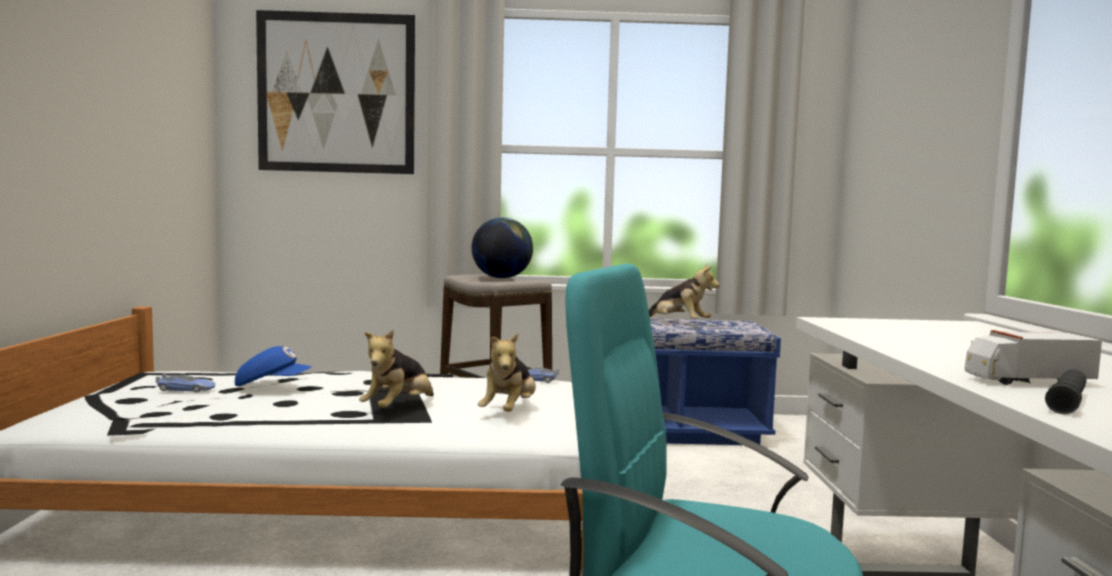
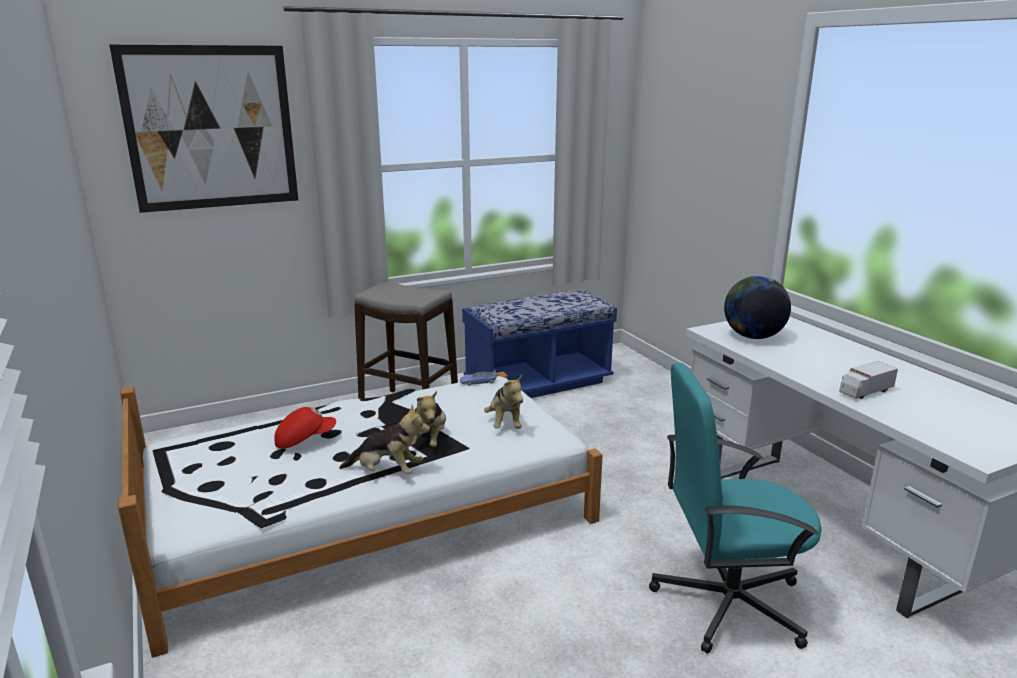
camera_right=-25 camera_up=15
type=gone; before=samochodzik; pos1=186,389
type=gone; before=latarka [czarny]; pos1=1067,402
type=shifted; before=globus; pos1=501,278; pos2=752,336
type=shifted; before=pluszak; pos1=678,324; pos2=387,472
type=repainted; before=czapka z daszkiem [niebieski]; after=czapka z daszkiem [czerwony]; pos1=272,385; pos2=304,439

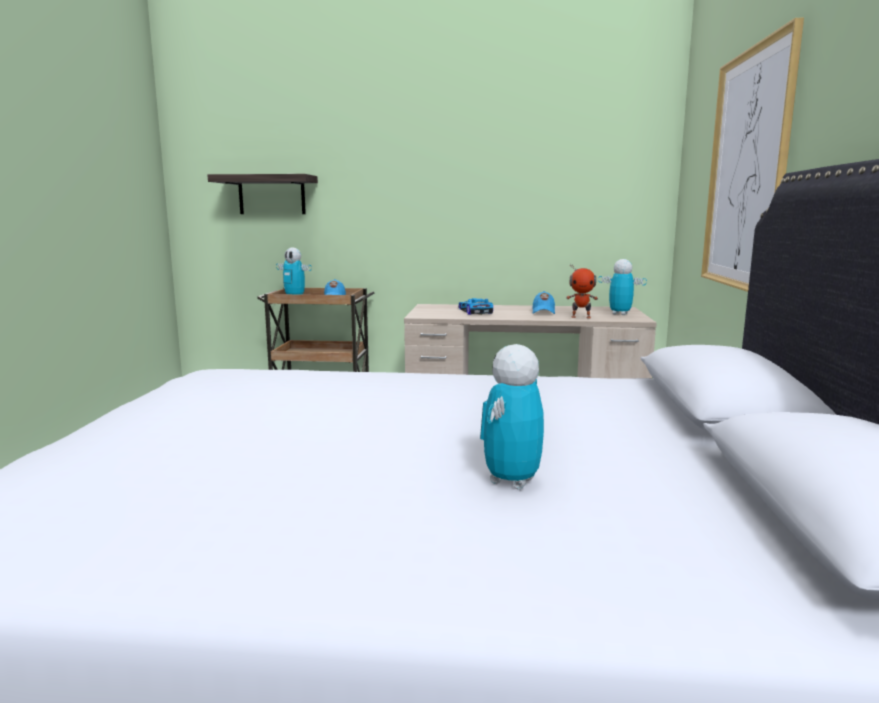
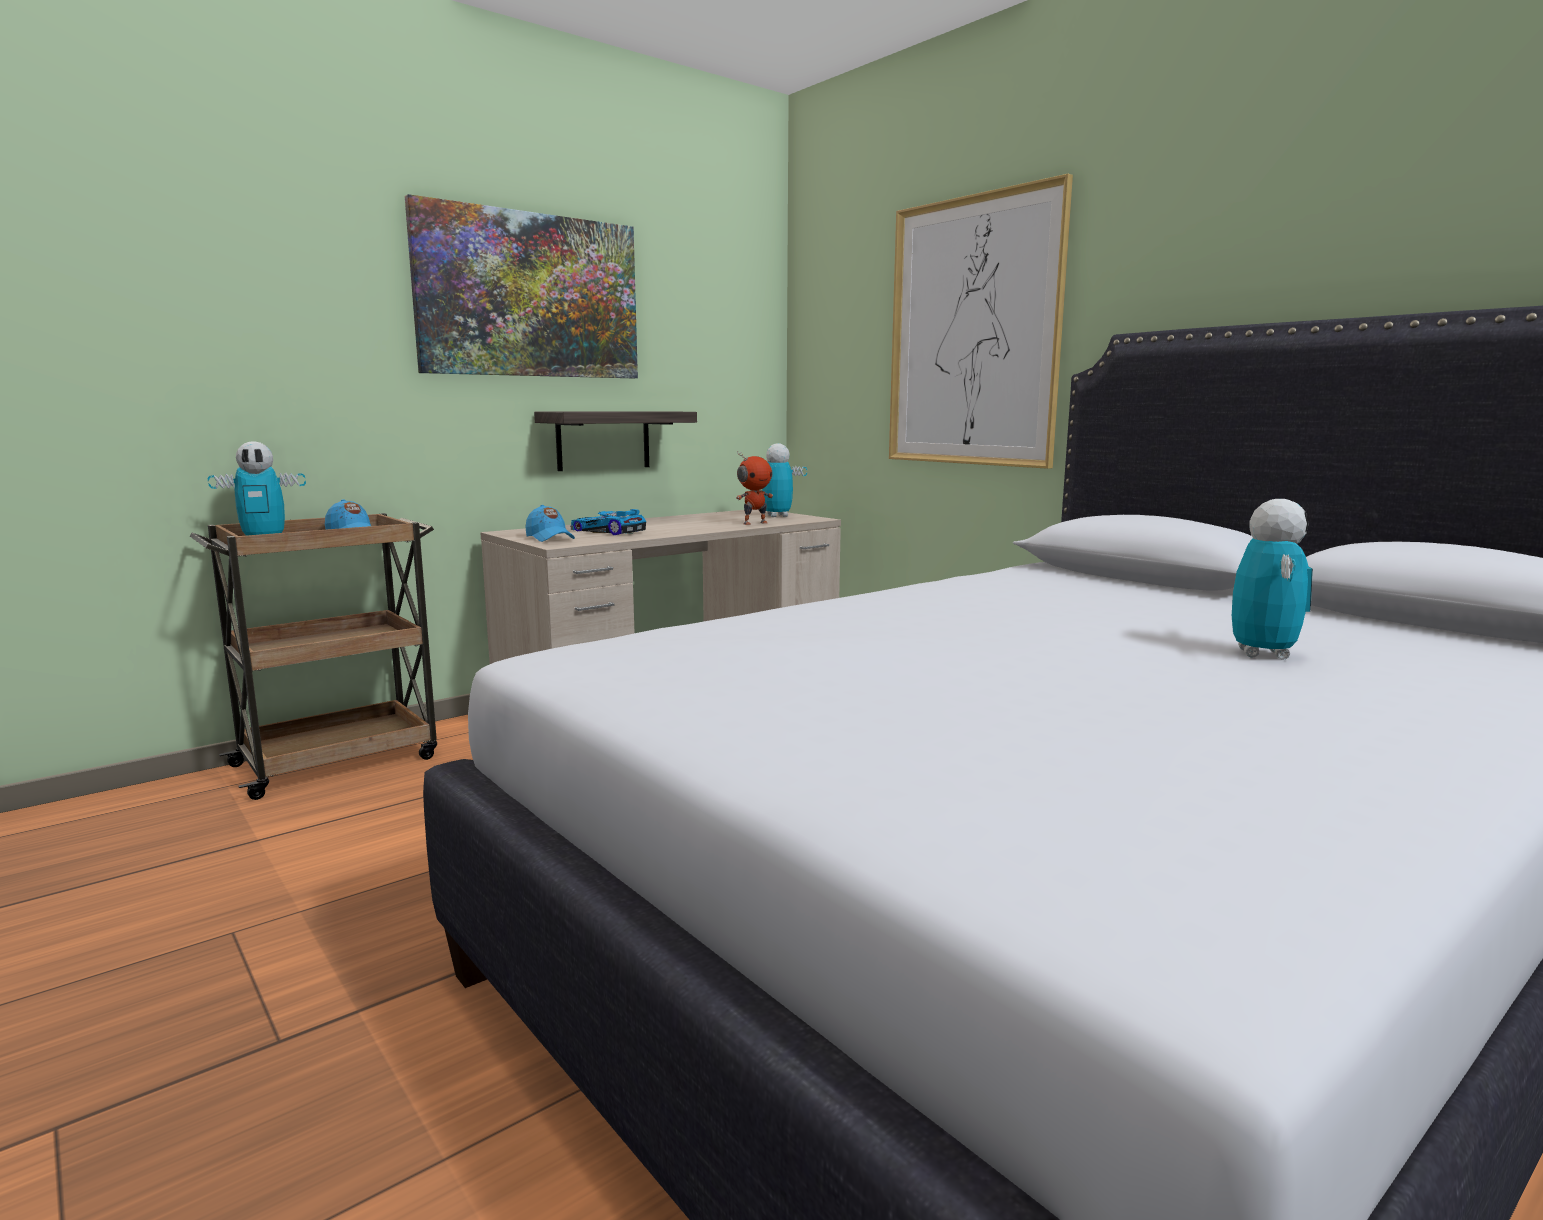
camera_right=-45 camera_up=0
type=new; after=obraz; pos2=530,296
type=shifted; before=półka; pos1=272,195; pos2=603,440
type=shifted; before=czapka z daszkiem [niebieski]; pos1=543,312; pos2=549,538
type=rotated; before=robot zabawkowy; pos1=511,481; pos2=1262,654; turn=-150

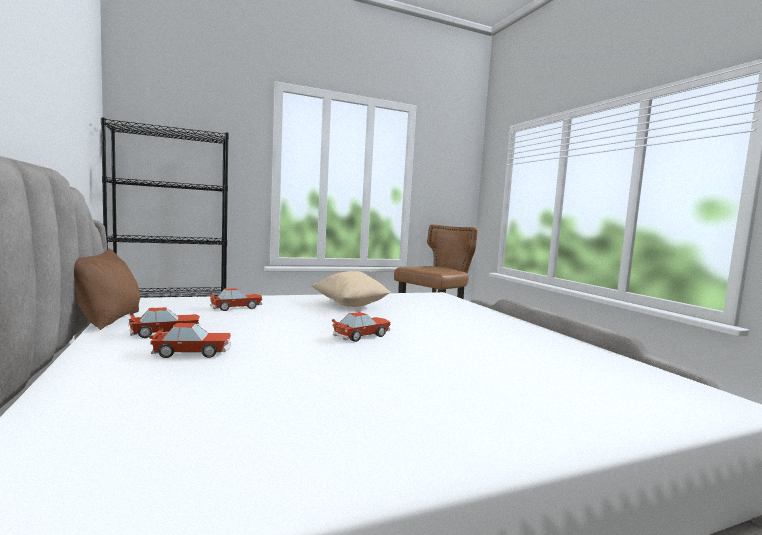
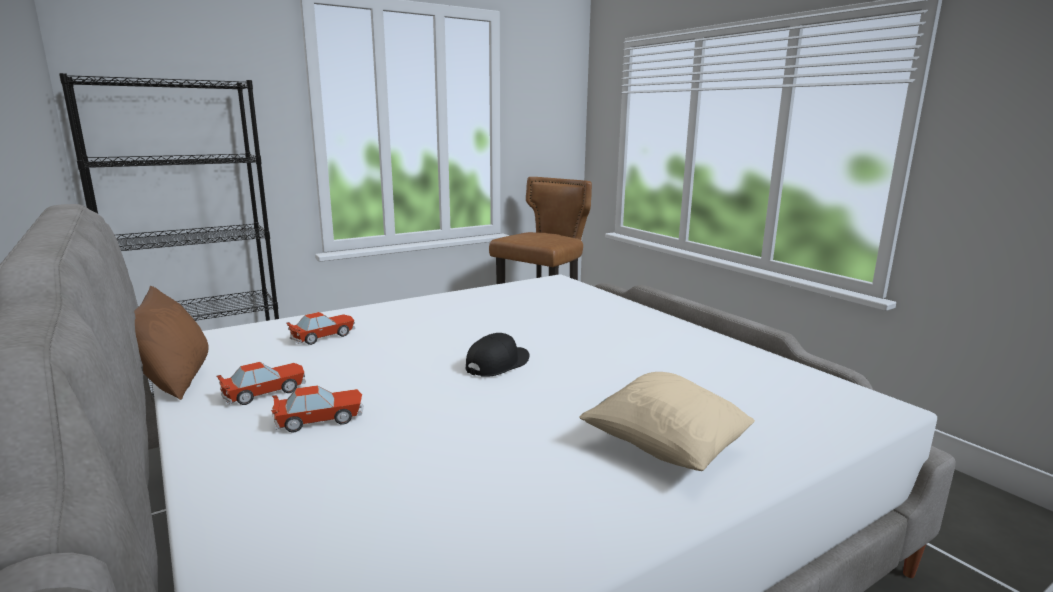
camera_right=-10 camera_up=10
type=shifted; before=poduszka [beżowy]; pos1=350,305; pos2=664,448
type=swapped; before=samochodzik; after=czapka z daszkiem [czarny]; pos1=362,336; pos2=498,364

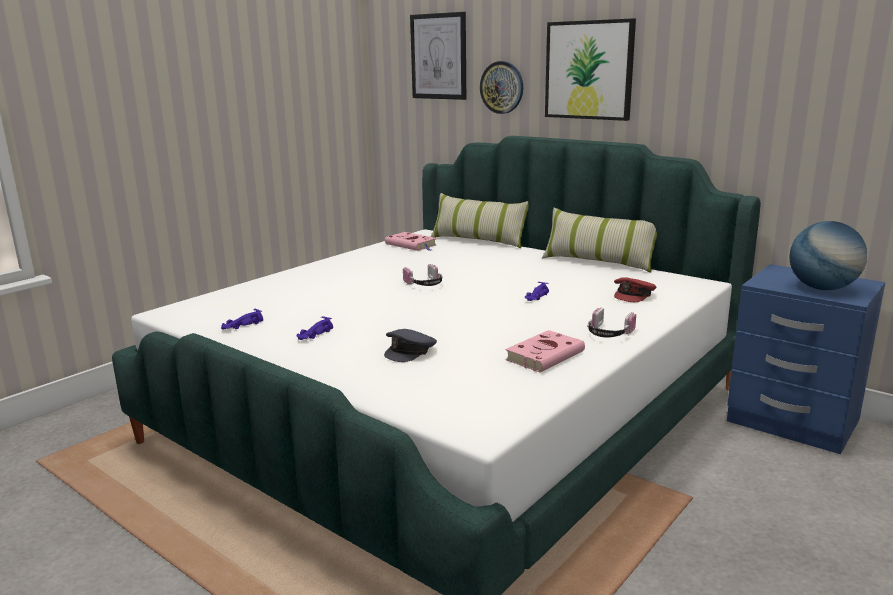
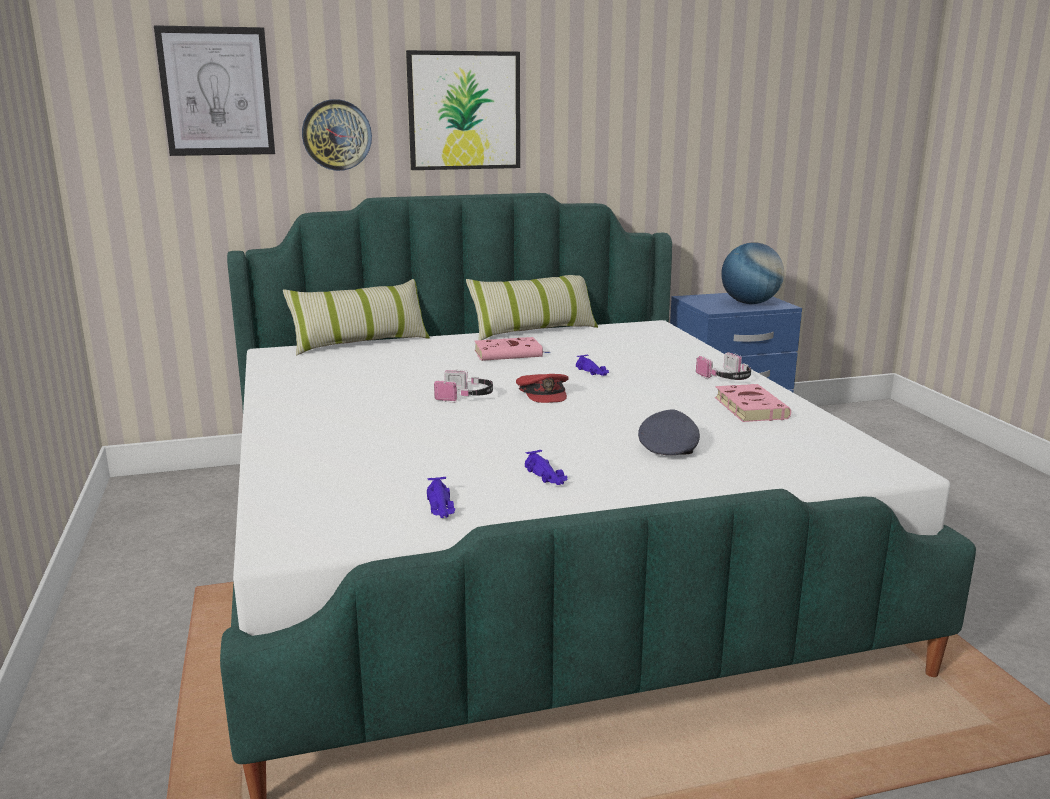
camera_right=-55 camera_up=0
type=shifted; before=książka [różowy]; pos1=412,245; pos2=510,354
type=shifted; before=czapka z daszkiem [czerwony]; pos1=633,295; pos2=543,394
type=rotated; before=czapka z daszkiem [szary]; pos1=410,351; pos2=667,448; turn=-150

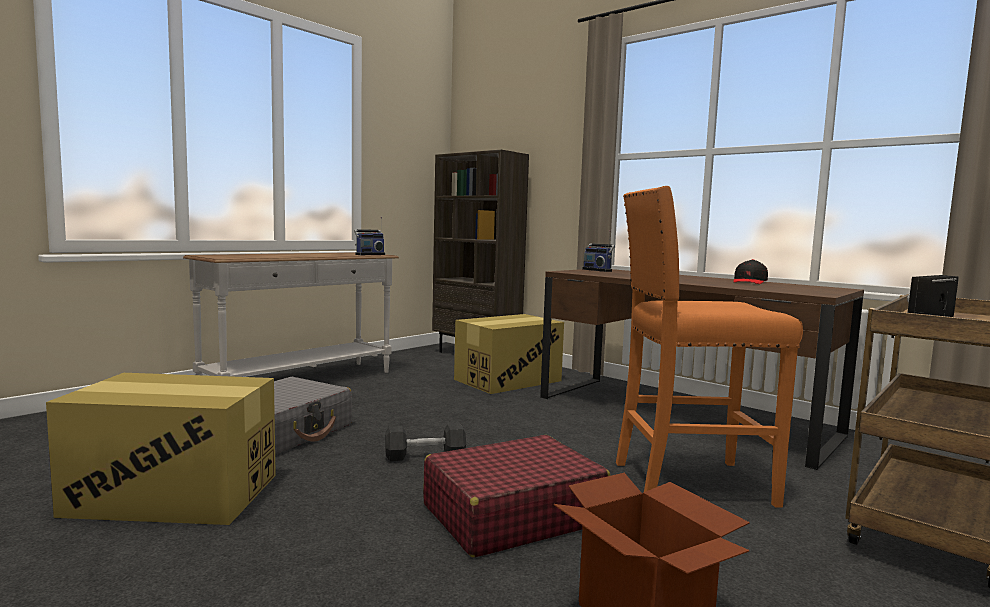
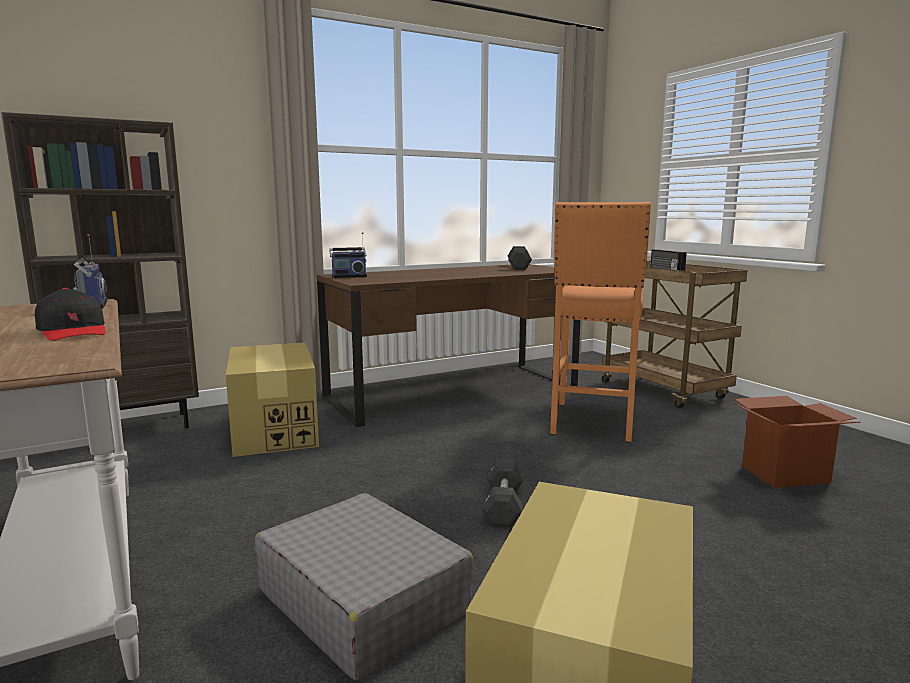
camera_right=-70 camera_up=5
type=gone; before=walizka [czerwony]; pos1=512,514
type=new; after=hantel [czarny]; pos2=519,267
type=shifted; before=czapka z daszkiem [czarny]; pos1=749,282; pos2=73,331

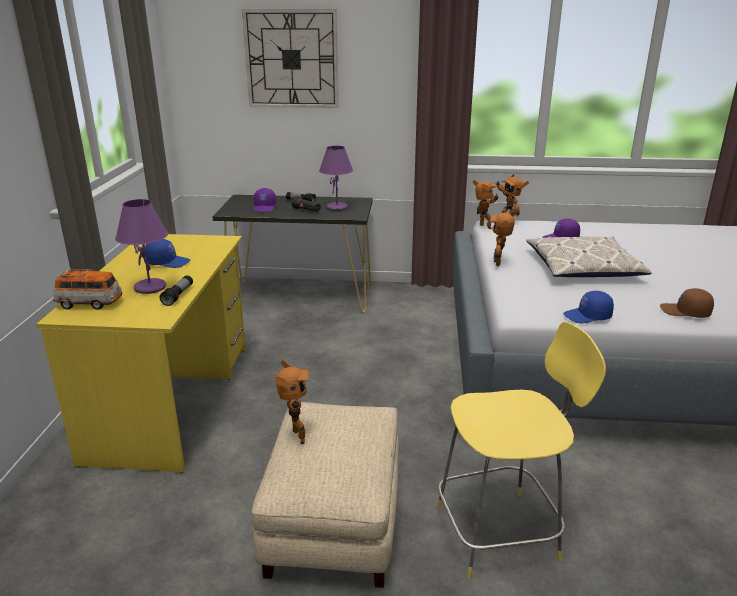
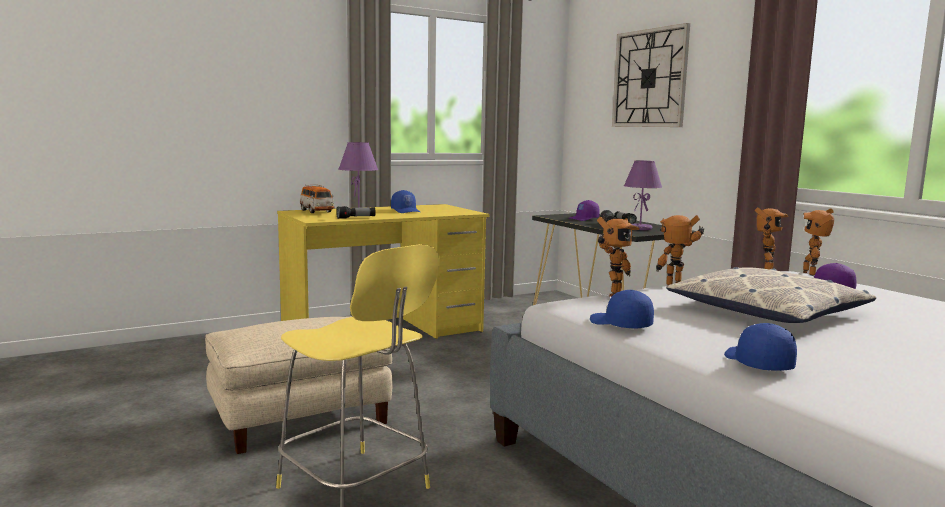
camera_right=55 camera_up=-15
type=shifted; before=robot zabawkowy; pos1=295,438; pos2=611,293
type=repainted; before=czapka z daszkiem [brązowy]; after=czapka z daszkiem [niebieski]; pos1=685,312; pos2=756,363

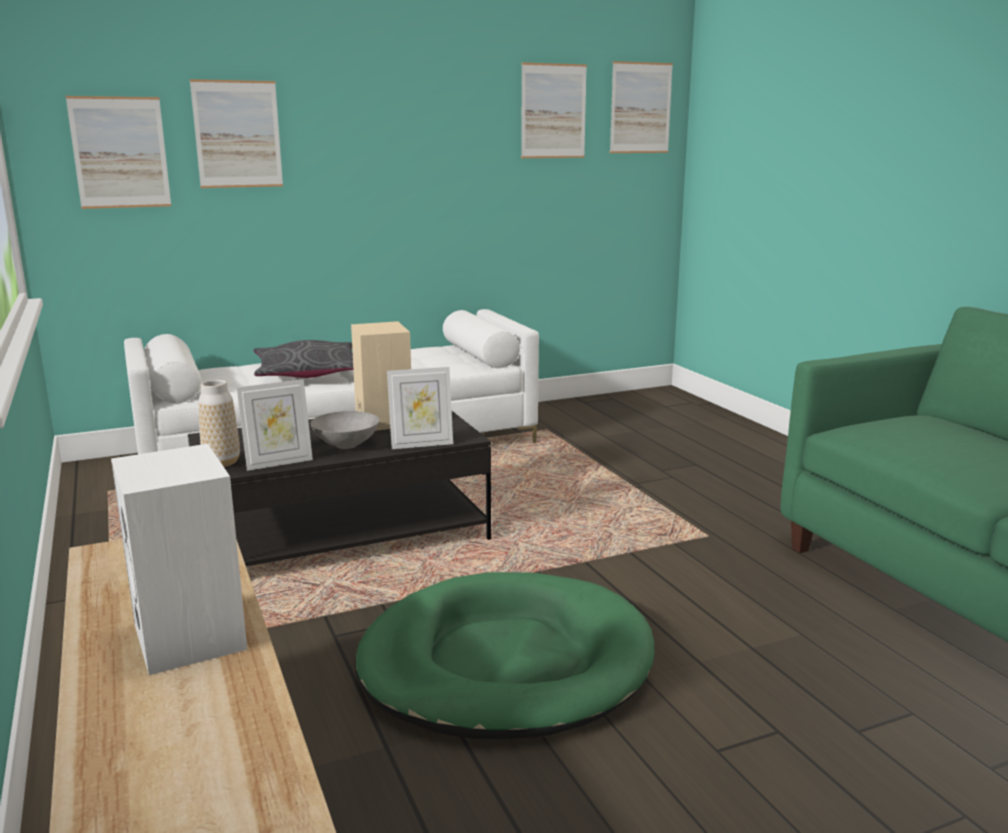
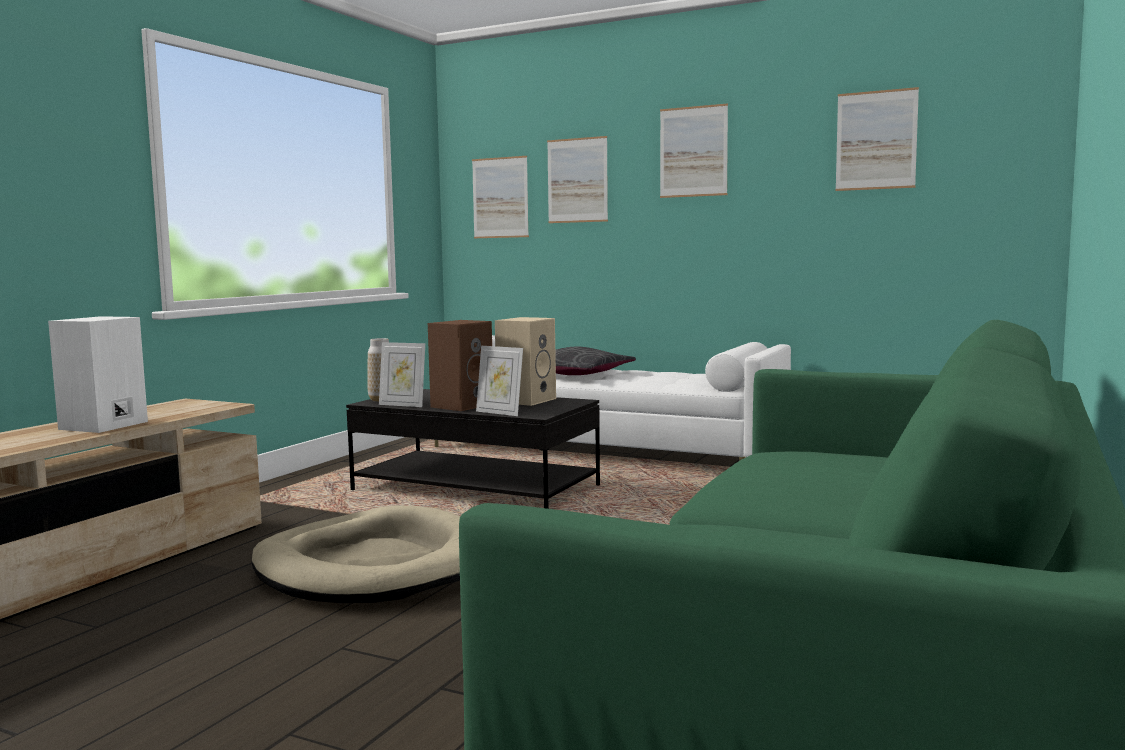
camera_right=50 camera_up=-10
type=shifted; before=obraz; pos1=640,108; pos2=693,151
type=swapped; before=miska [szary]; after=głośnik [brązowy]; pos1=346,445; pos2=462,405
type=repainted; before=legowisko [zielony]; after=legowisko [beżowy]; pos1=505,663; pos2=373,566

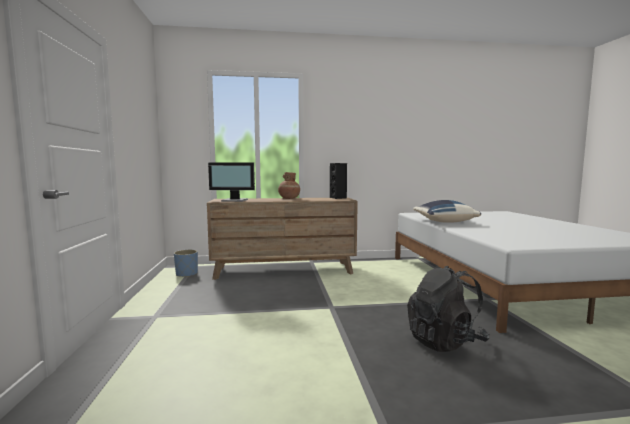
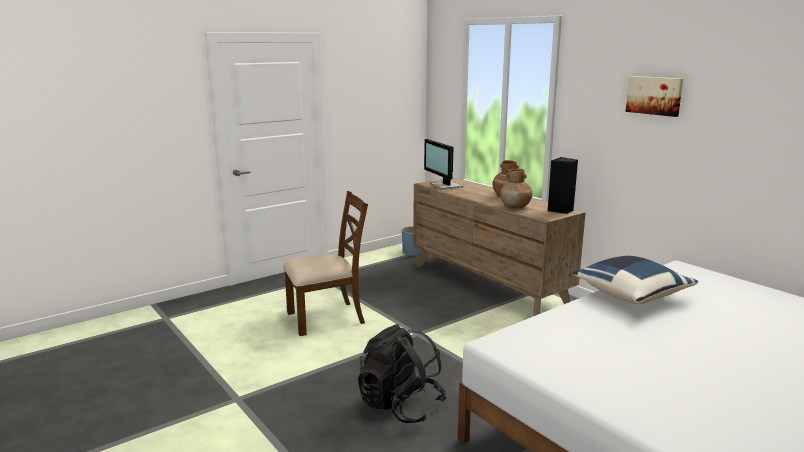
camera_right=60 camera_up=10
type=new; after=krzesło [brązowy]; pos2=326,318
type=new; after=wazon [brązowy]; pos2=515,207
type=new; after=obraz; pos2=654,95

